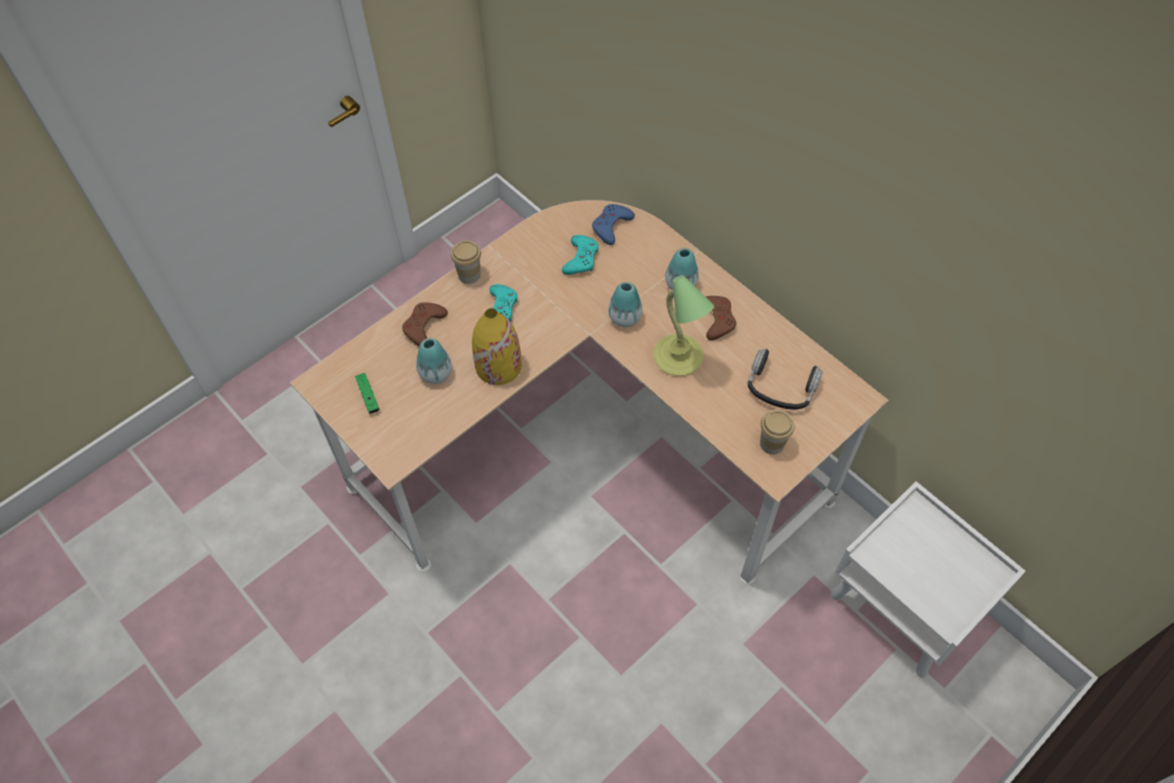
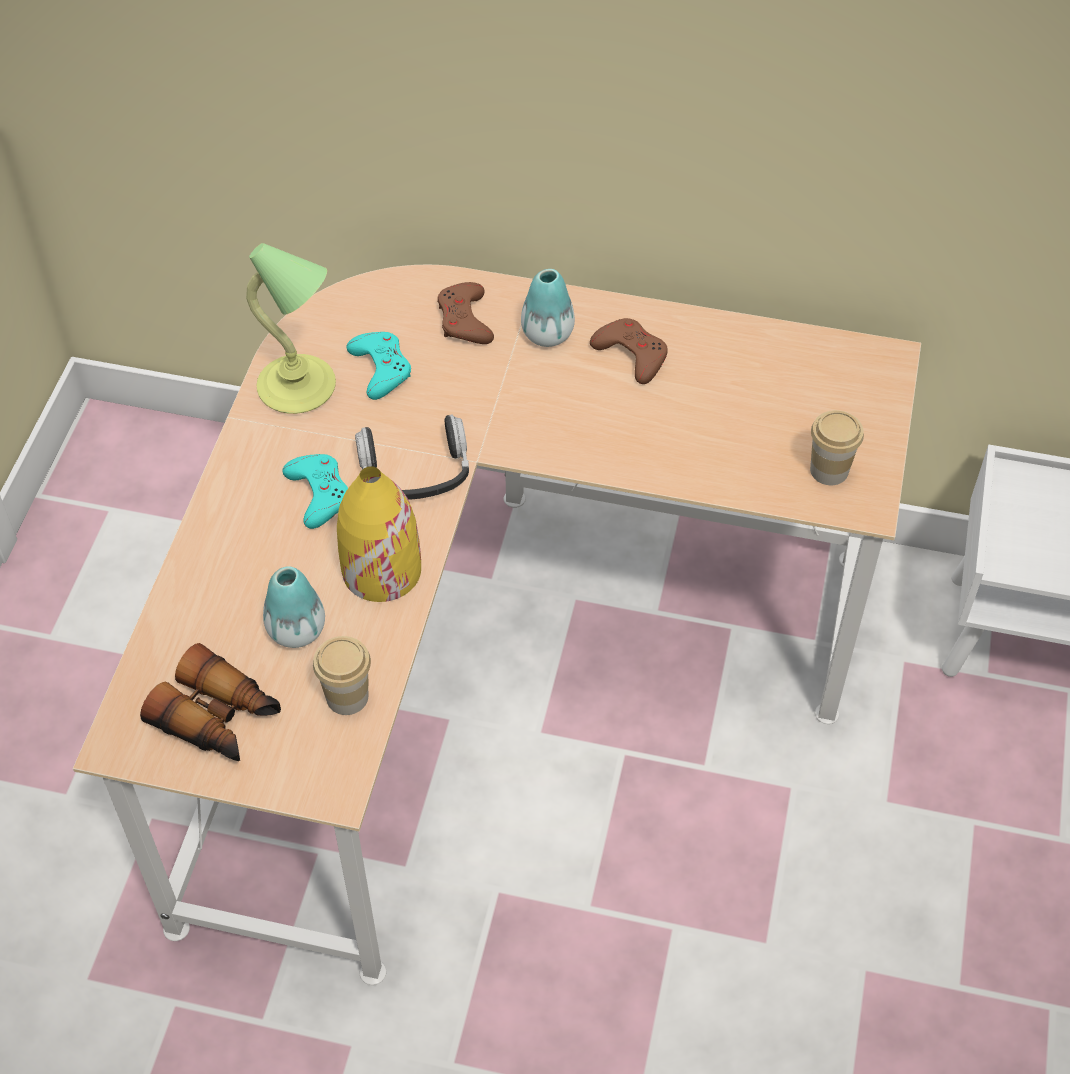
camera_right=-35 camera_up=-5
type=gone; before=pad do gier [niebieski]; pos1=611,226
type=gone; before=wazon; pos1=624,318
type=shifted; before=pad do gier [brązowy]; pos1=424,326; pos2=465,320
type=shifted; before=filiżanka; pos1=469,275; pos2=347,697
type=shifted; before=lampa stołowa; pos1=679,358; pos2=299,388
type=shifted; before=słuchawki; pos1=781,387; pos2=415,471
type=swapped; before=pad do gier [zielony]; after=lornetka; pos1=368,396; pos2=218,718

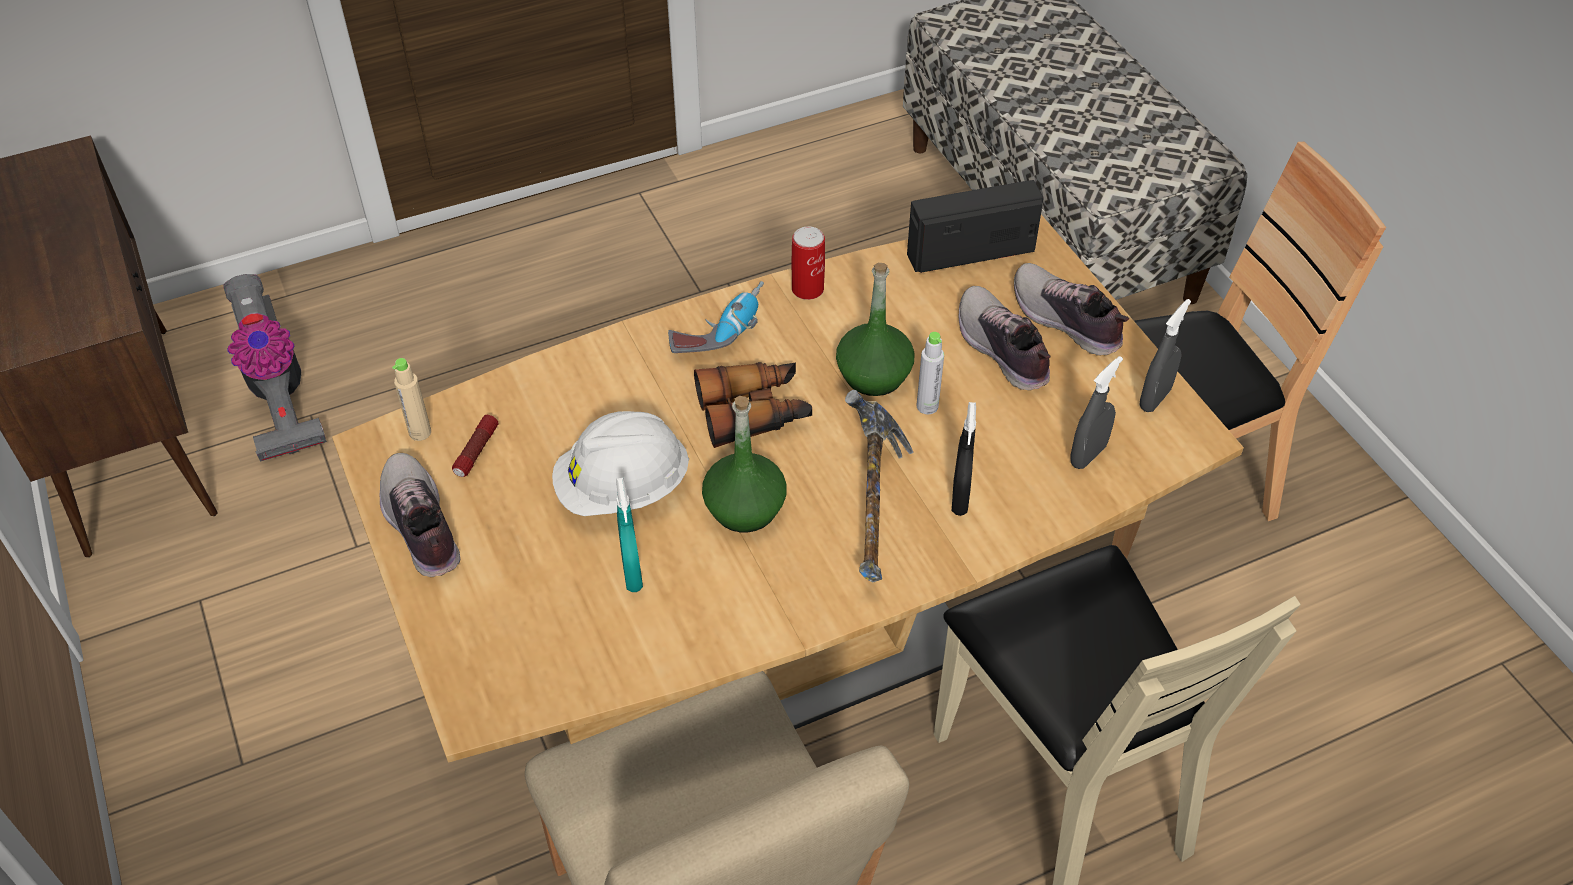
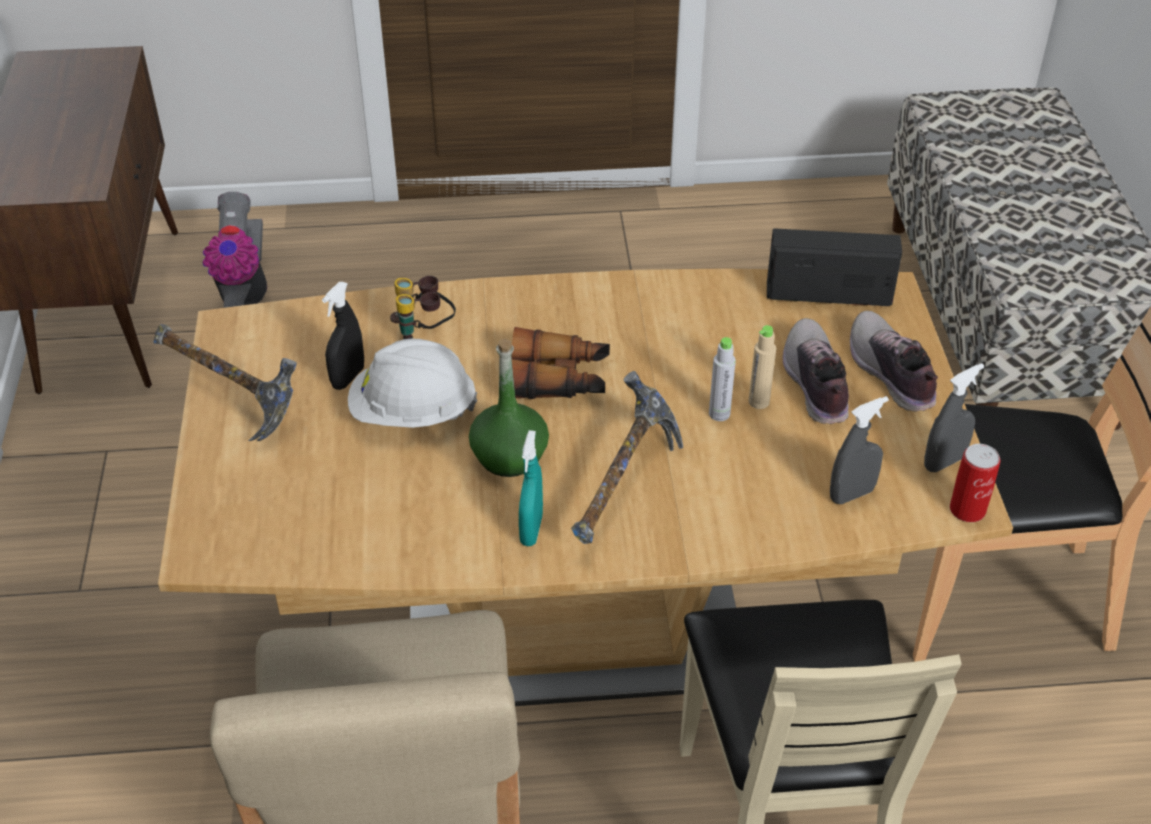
camera_right=20 camera_up=-5
type=gone; before=latarka; pos1=476,452
type=gone; before=wiertarka; pos1=720,329
type=gone; before=butelka [zielony]; pos1=873,375
type=new; after=lornetka; pos2=425,334
type=shifted; before=butelka [beżowy]; pos1=420,432; pos2=759,402
type=shifted; before=spryskiwacz [turkusowy]; pos1=632,573; pos2=531,530
type=shifted; before=puszka; pos1=807,289; pos2=967,510
type=shifted; before=spryskiwacz [czarny]; pos1=960,498; pos2=348,378
type=swapped; before=but; after=młotek; pos1=420,527; pos2=230,399

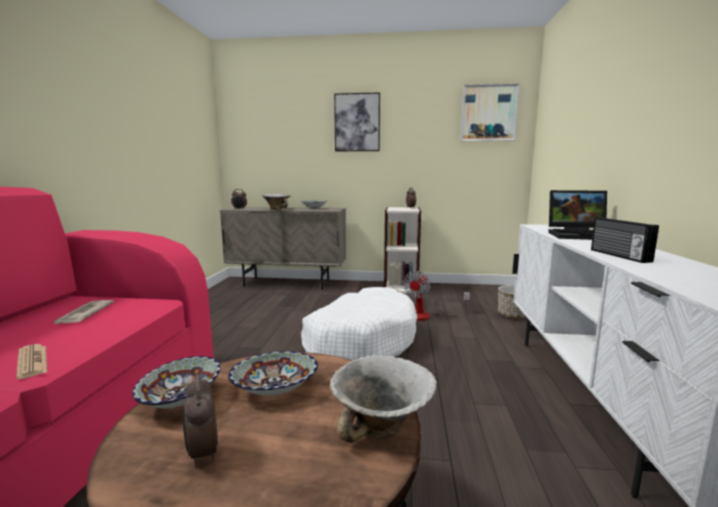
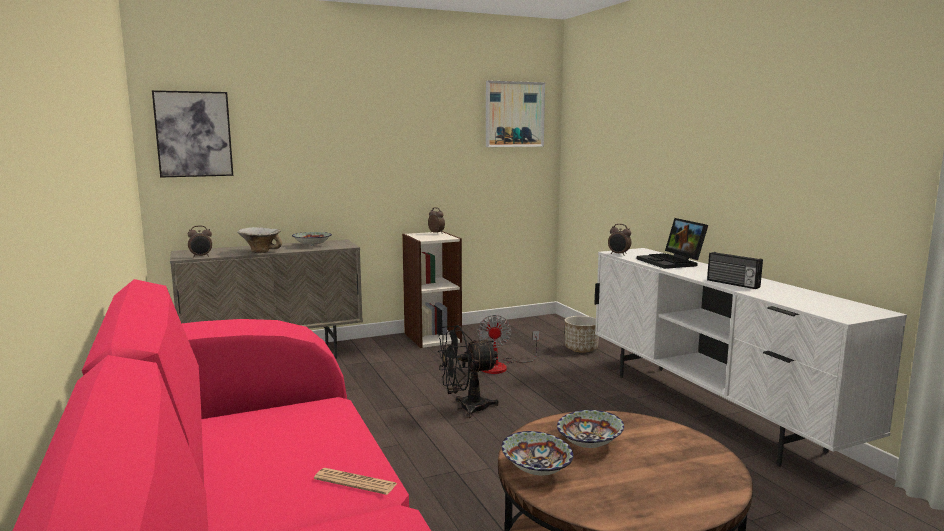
camera_right=-30 camera_up=0
type=gone; before=gazeta; pos1=83,314
type=gone; before=miska; pos1=381,429
type=shifted; before=budzik; pos1=202,454; pos2=618,254
type=shifted; before=obraz; pos1=357,122; pos2=193,134
type=swapped; before=legowisko [biały]; after=wentylator [czarny]; pos1=360,340; pos2=466,408
type=rotated; before=laptop; pos1=581,235; pos2=672,262; turn=90

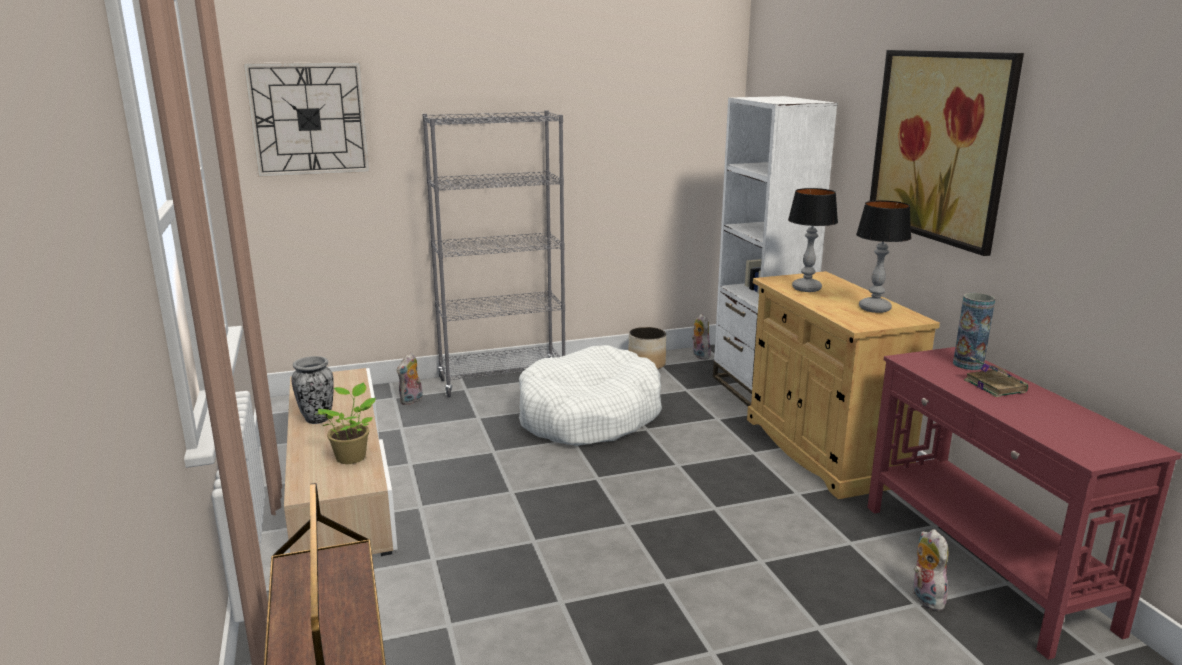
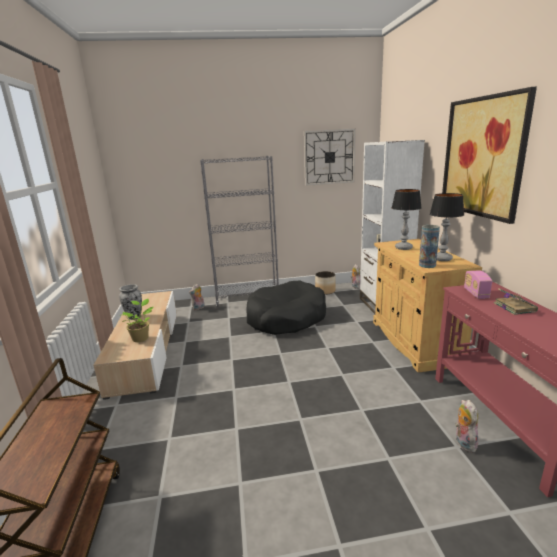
camera_right=10 camera_up=0
type=new; after=radio; pos2=476,294
type=shifted; before=zegar ścienny; pos1=309,119; pos2=329,157
type=shifted; before=wazon; pos1=968,364; pos2=427,265
type=repainted; before=legowisko [biały]; after=legowisko [czarny]; pos1=588,416; pos2=286,318

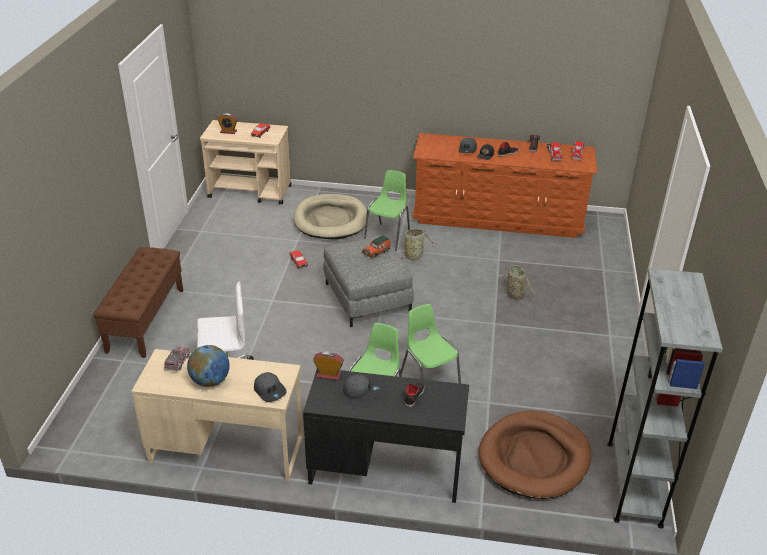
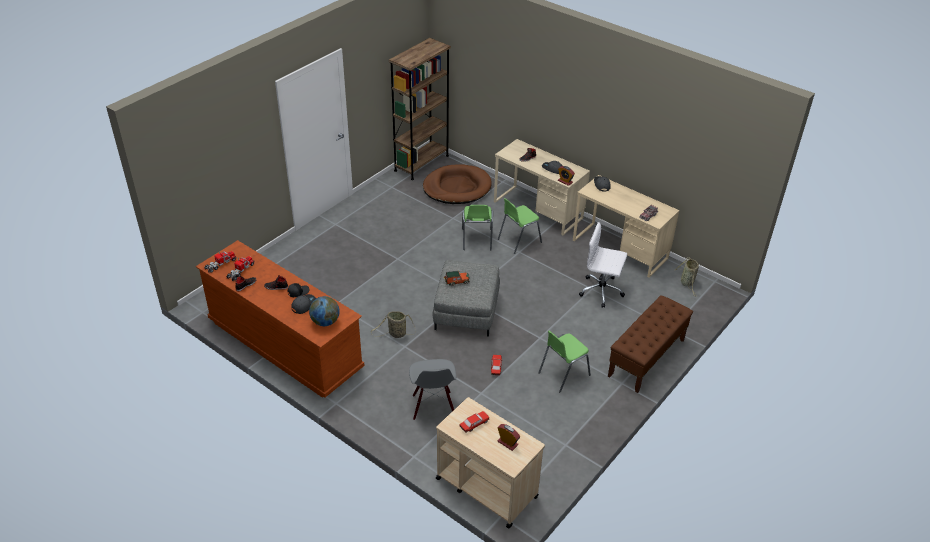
camera_right=-150 camera_up=5
type=shifted; before=globus; pos1=210,381; pos2=325,322
type=shifted; before=krzesło [zielony]; pos1=388,236; pos2=563,374
type=shifted; before=koszyk; pos1=513,294; pos2=687,283
type=swapped; before=legowisko [beżowy]; after=krzesło [szary]; pos1=331,220; pos2=433,406
type=repainted; before=biurko [czarny]; after=biurko [beżowy]; pos1=385,469; pos2=538,210
type=repainted; before=regał [szary]; after=regał [brązowy]; pos1=633,483; pos2=421,163

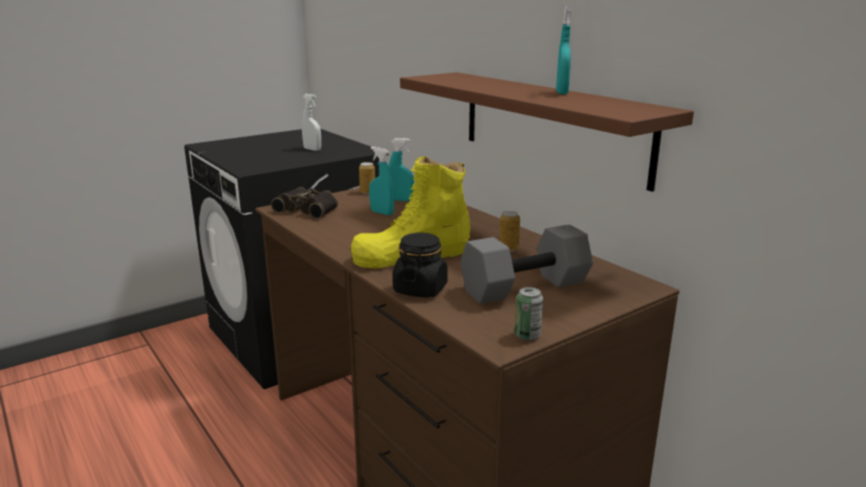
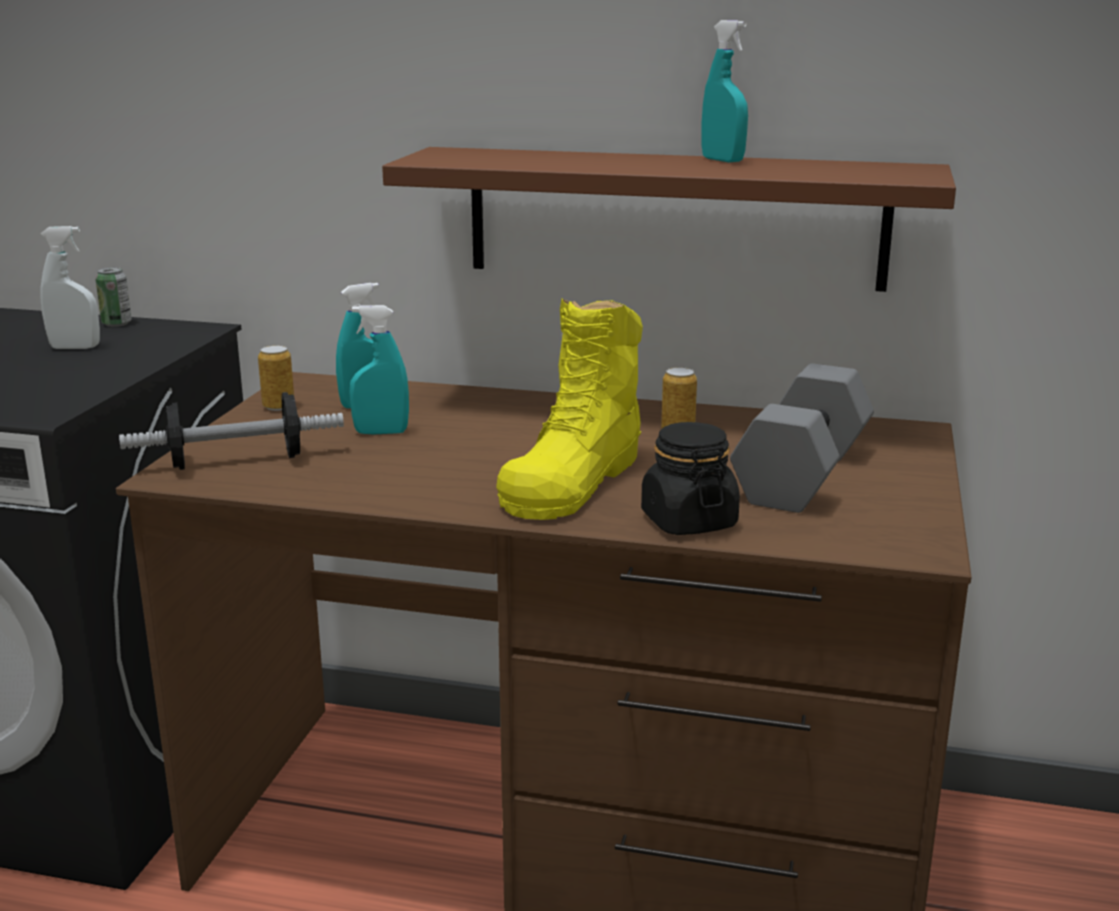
camera_right=-40 camera_up=0
type=shifted; before=puszka; pos1=527,335; pos2=116,323
type=swapped; before=lornetka; after=hantel; pos1=309,209; pos2=237,461

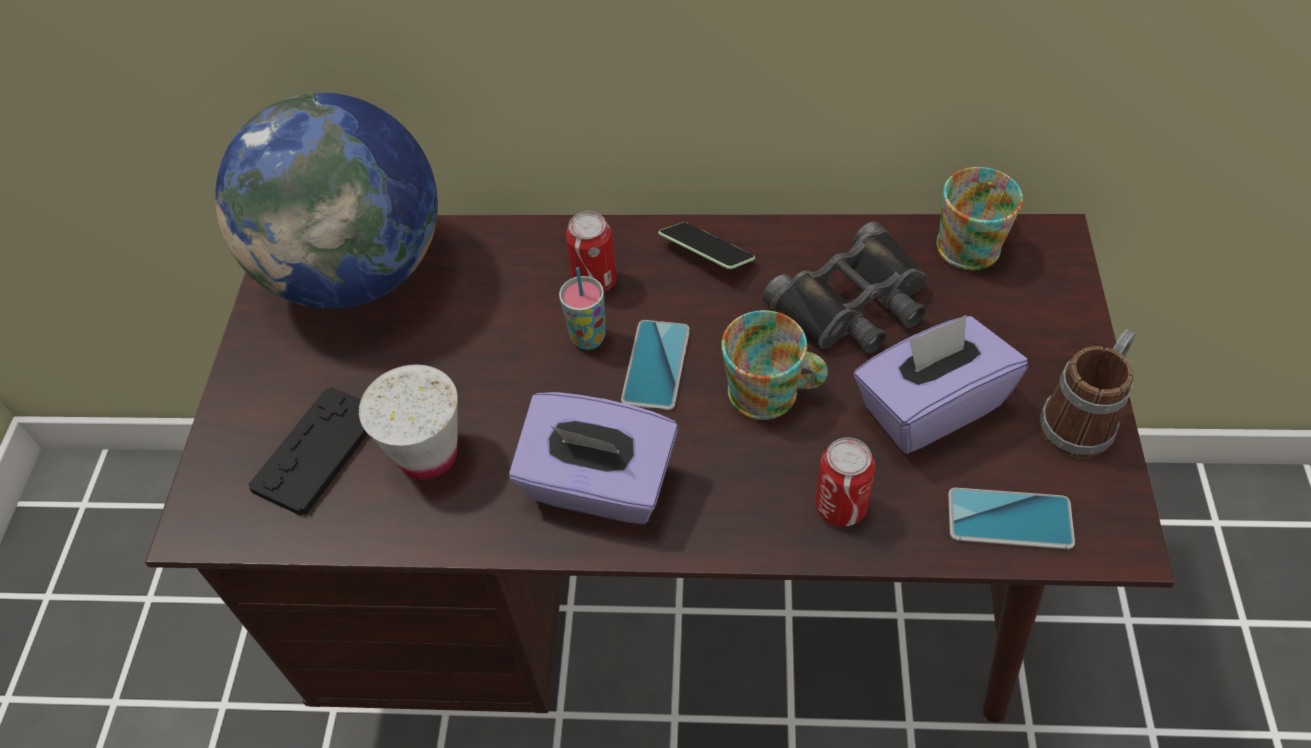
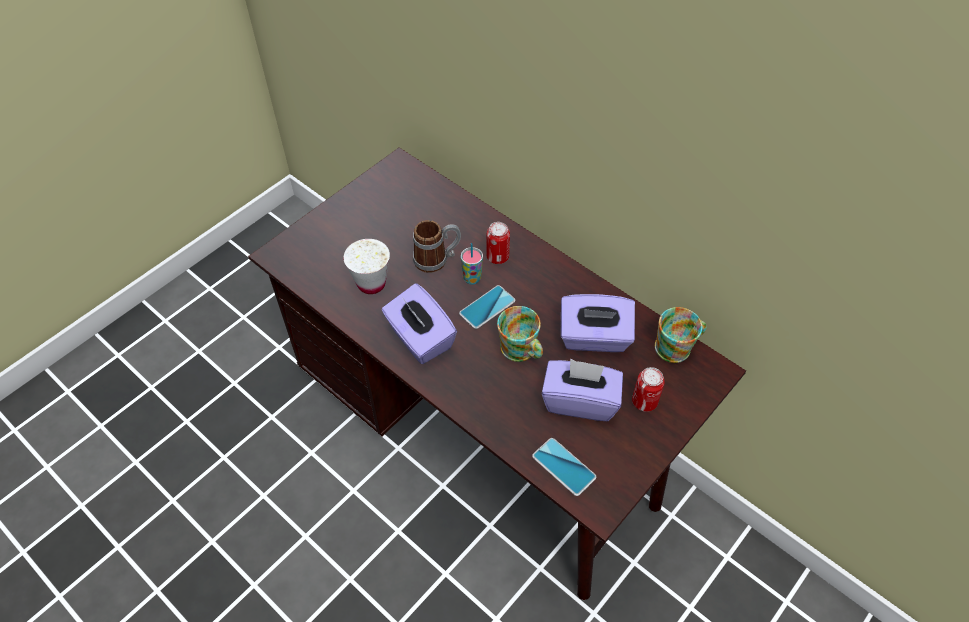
camera_right=35 camera_up=0
type=gone; before=globus; pos1=357,273
type=gone; before=pad do gier [czarny]; pos1=318,451
type=gone; before=telefon; pos1=706,254
type=shifted; before=puszka; pos1=841,506; pos2=644,401
type=shifted; before=kubek; pos1=1083,418; pos2=437,259
type=swapped; before=lornetka [czarny]; after=pudełko chusteczek [fioletowy]; pos1=854,304; pos2=594,338

